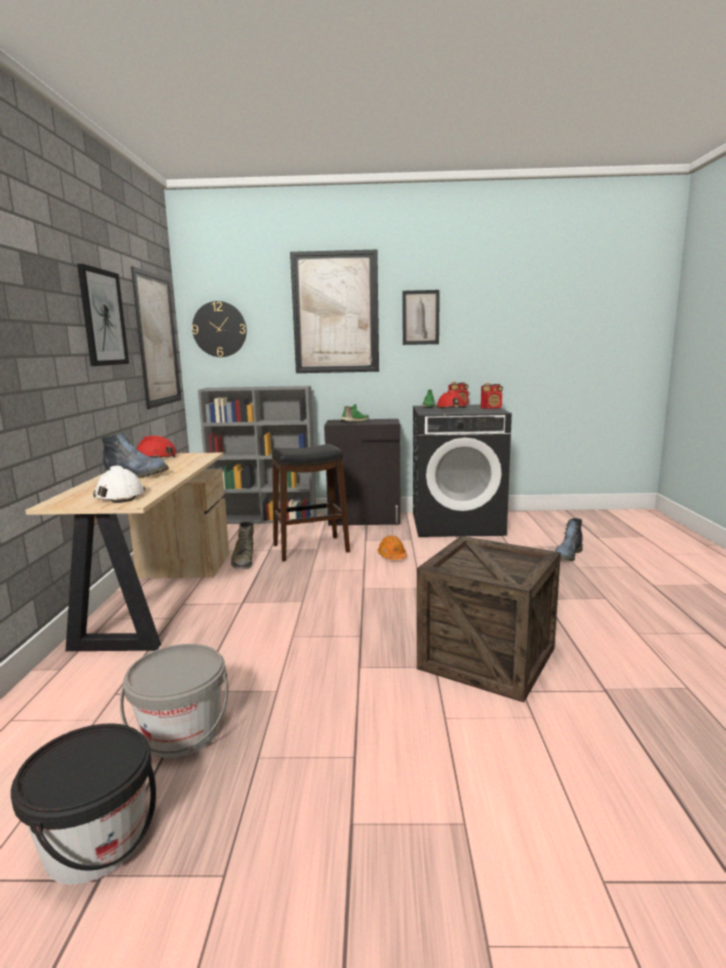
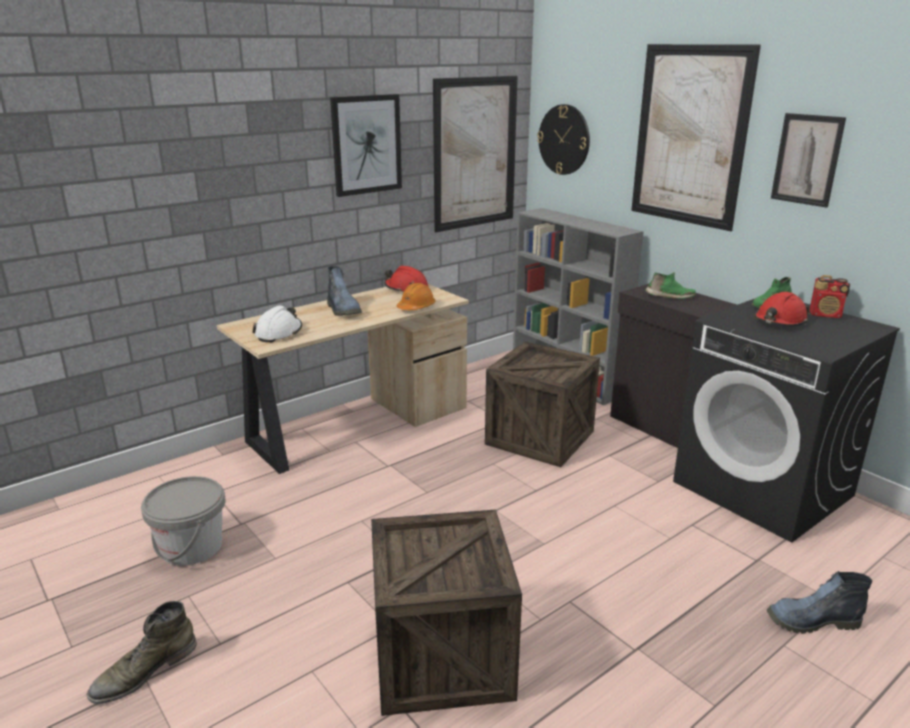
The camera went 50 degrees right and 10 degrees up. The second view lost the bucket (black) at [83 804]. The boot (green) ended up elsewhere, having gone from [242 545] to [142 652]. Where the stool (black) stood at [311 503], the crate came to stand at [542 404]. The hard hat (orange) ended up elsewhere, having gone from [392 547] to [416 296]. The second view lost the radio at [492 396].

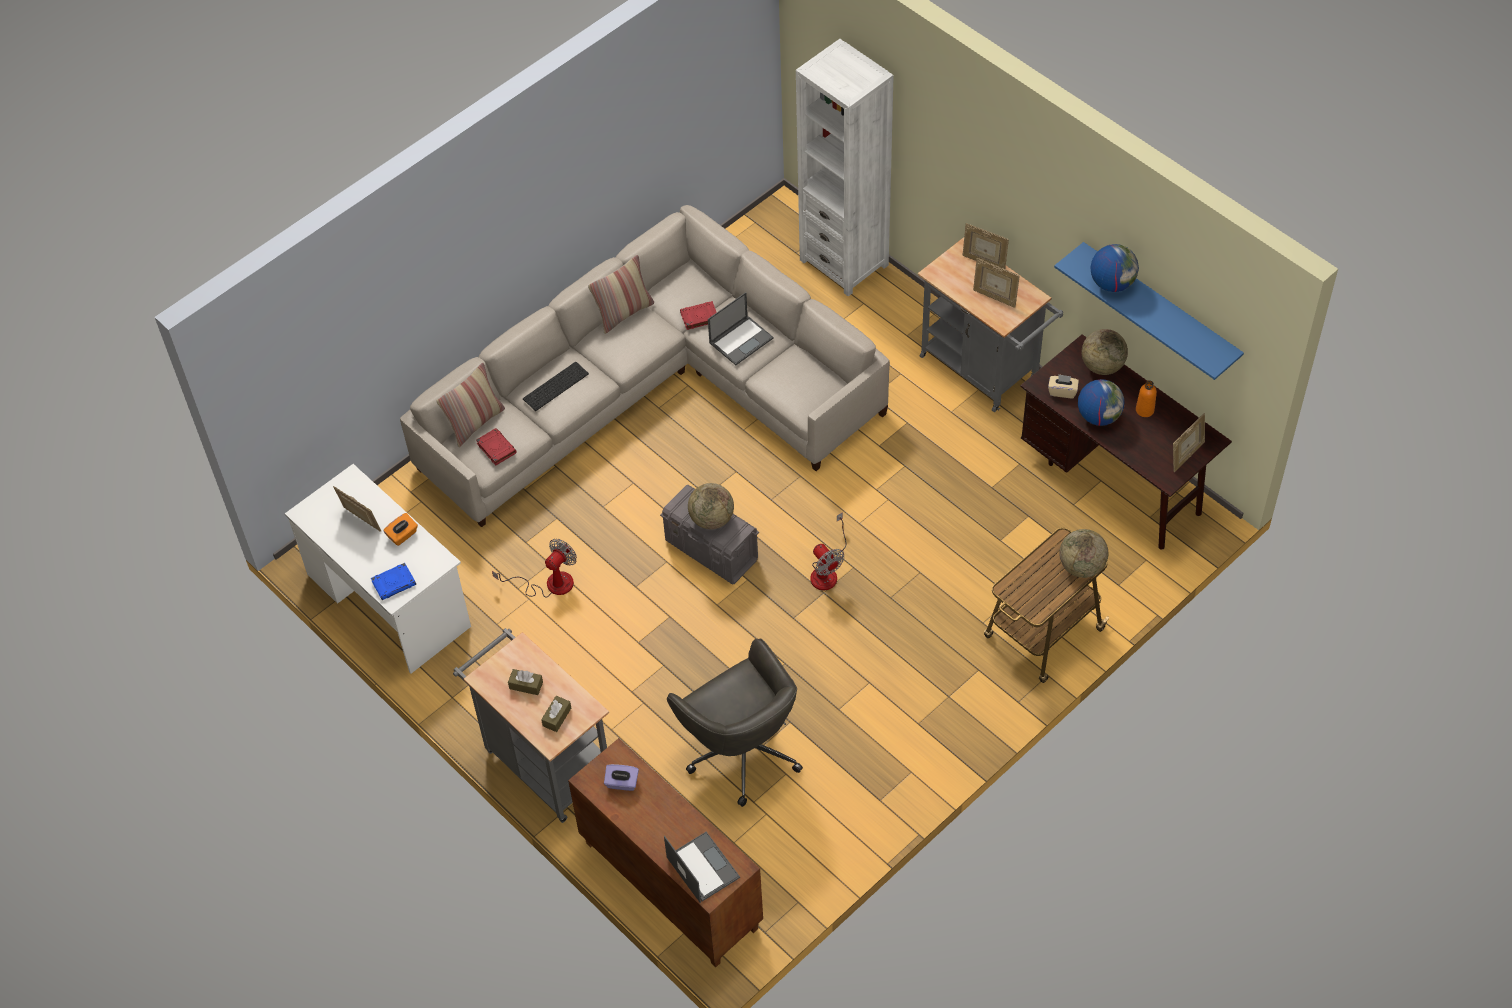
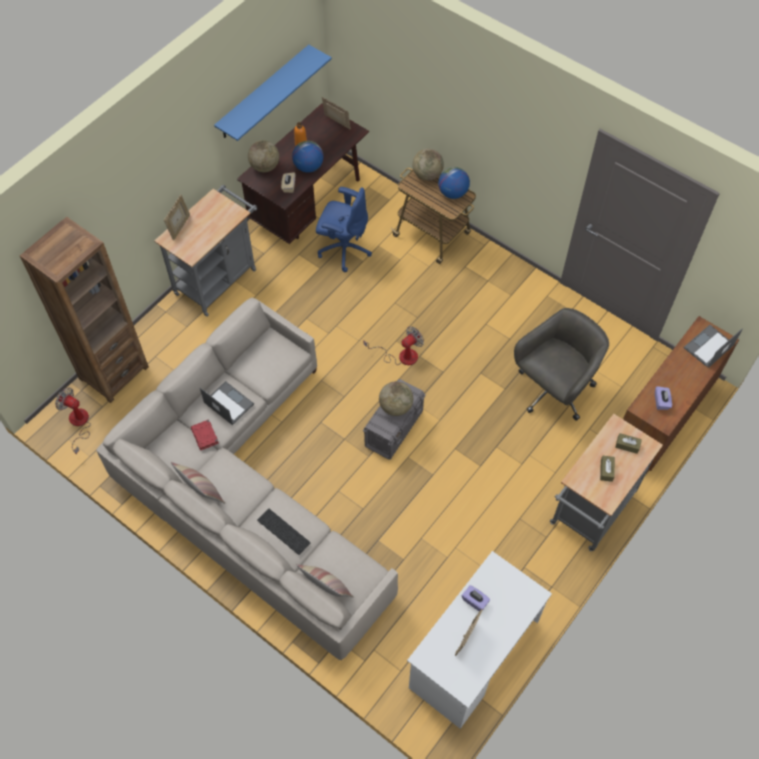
The camera went 100 degrees left and 5 degrees up. The second view lost the book (blue) at [393 581]. What was the tissue box (orange) at [400 529] turned into the tissue box (purple) at [476 598]. The second view lost the book (red) at [496 446]. The fan ended up elsewhere, having gone from [534 568] to [73 421]. What was the bookcase (white) at [845 168] turned into the bookcase (brown) at [84 310]. The second view lost the picture frame at [996 283]. The globe ended up elsewhere, having gone from [1114 268] to [454 183]. The second view gained the office chair (blue) at [344 229].

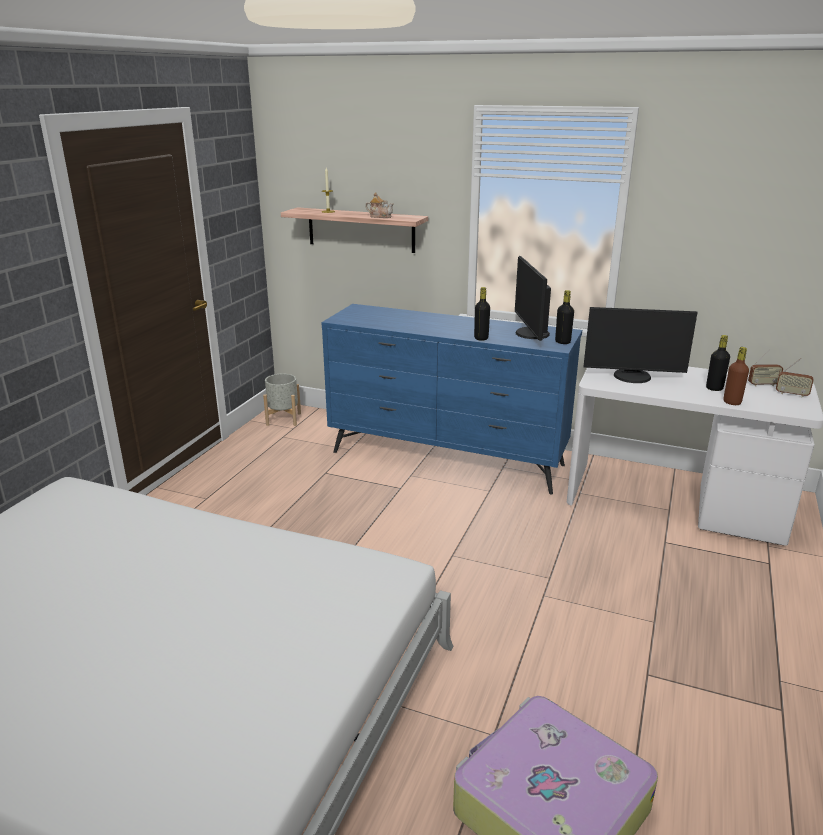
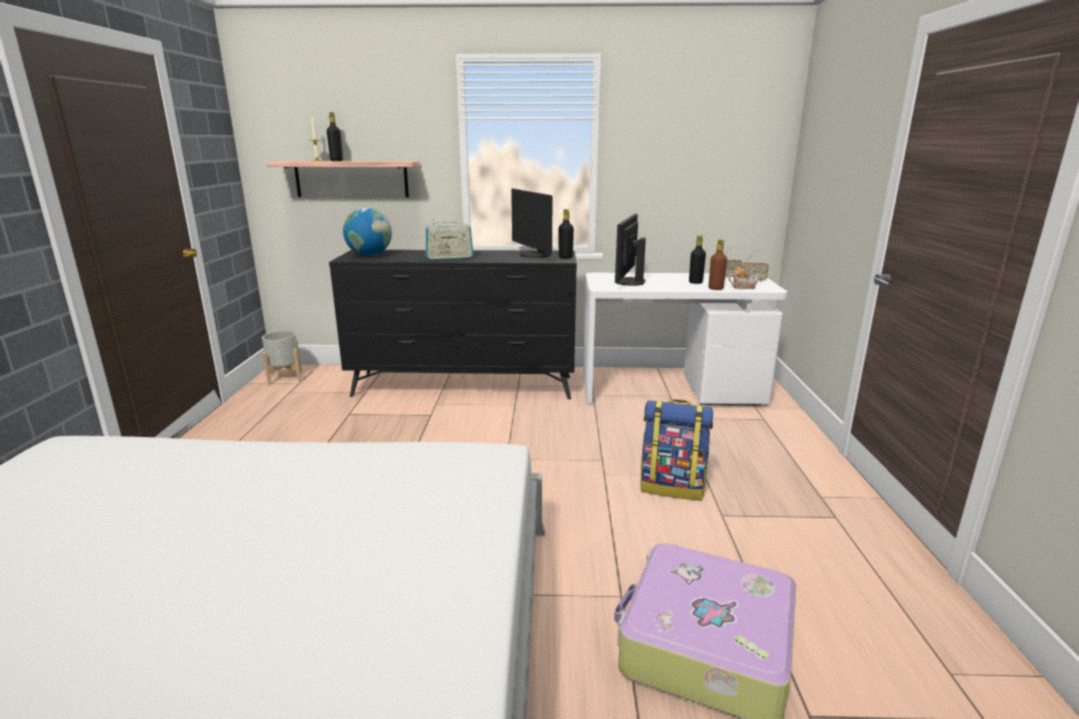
The camera went 20 degrees left and 5 degrees down. What was the dresser (blue) at [451 399] turned into the dresser (black) at [453 324]. The teapot ended up elsewhere, having gone from [379 205] to [744 276]. The bottle (black) ended up elsewhere, having gone from [482 314] to [335 136]. The monitor at [640 345] ended up facing another way, 120 degrees clockwise from before. The second view gained the globe at [367 232]. The second view gained the radio at [449 239]. The second view gained the backpack at [677 449].

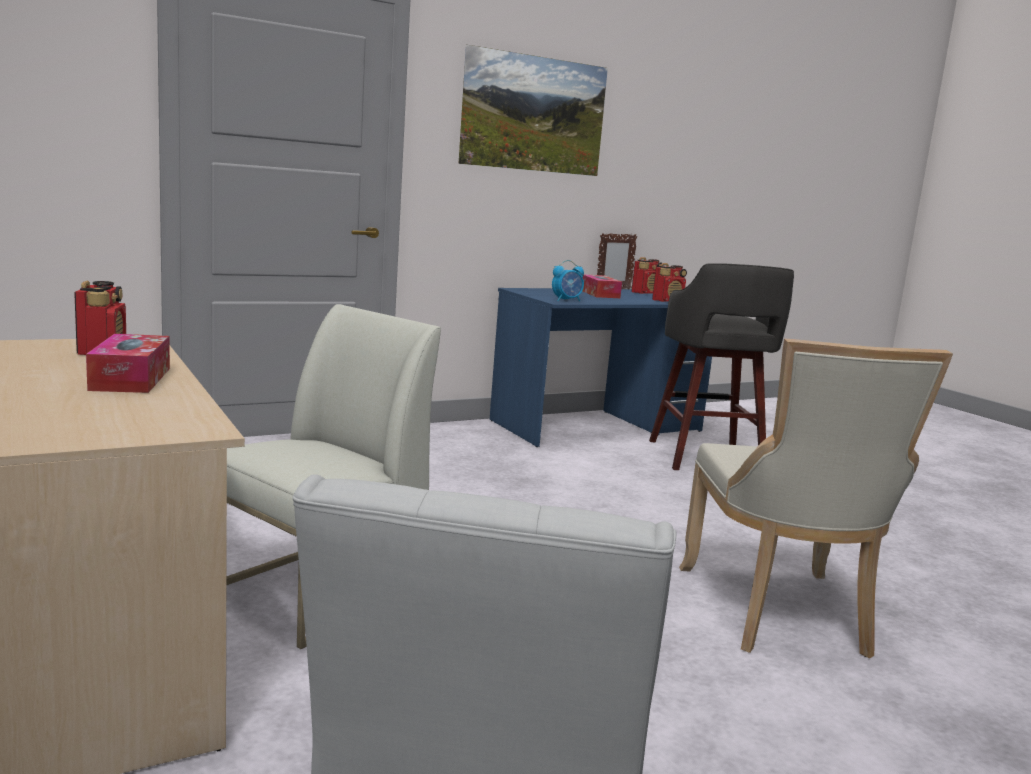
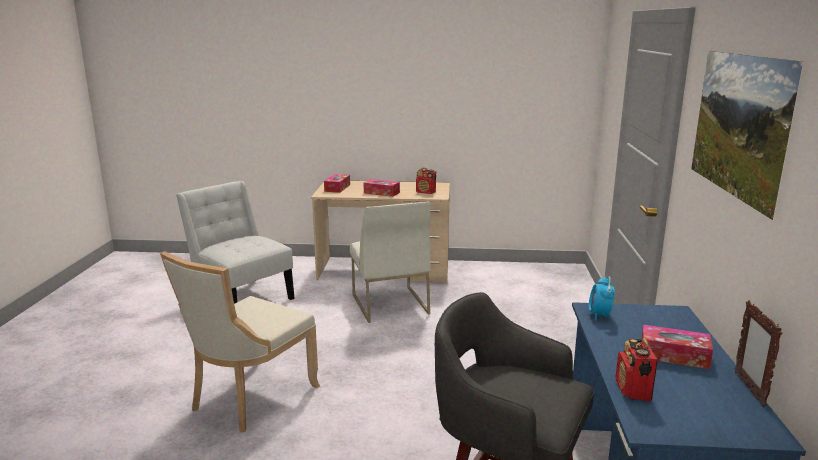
The camera went 125 degrees right and 5 degrees up. The second view lost the radio at [647 275]. The chair (beige) at [816 498] ended up facing another way, 90 degrees counterclockwise from before. The second view gained the tissue box at [337 183].

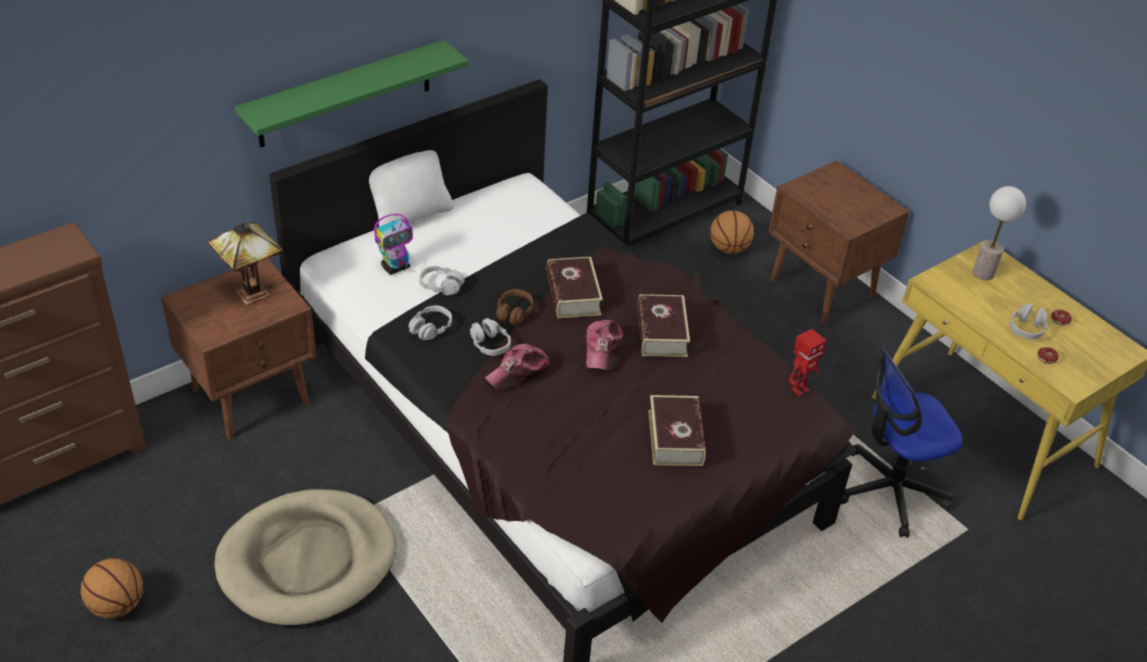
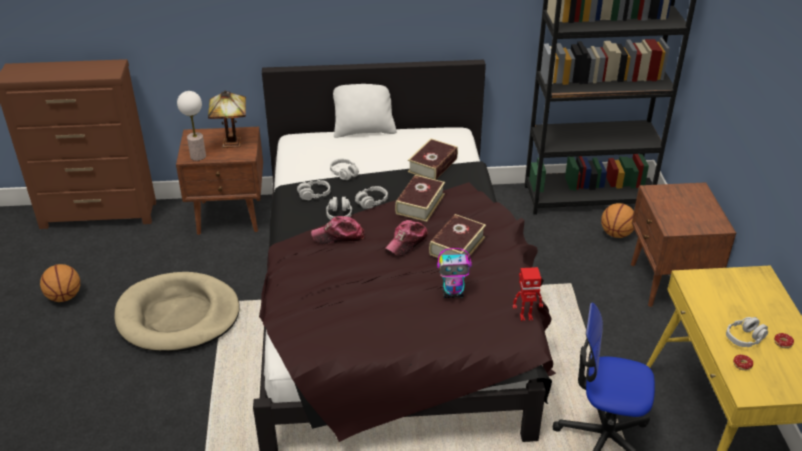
The camera went 35 degrees right and 5 degrees down. The second view lost the shelf (green) at [351 93]. The toy robot ended up elsewhere, having gone from [393 244] to [454 273]. What was the headphones (brown) at [514 307] turned into the headphones (grey) at [371 197]. The book ended up elsewhere, having gone from [677 430] to [433 159]. The table lamp ended up elsewhere, having gone from [999 233] to [191 126].

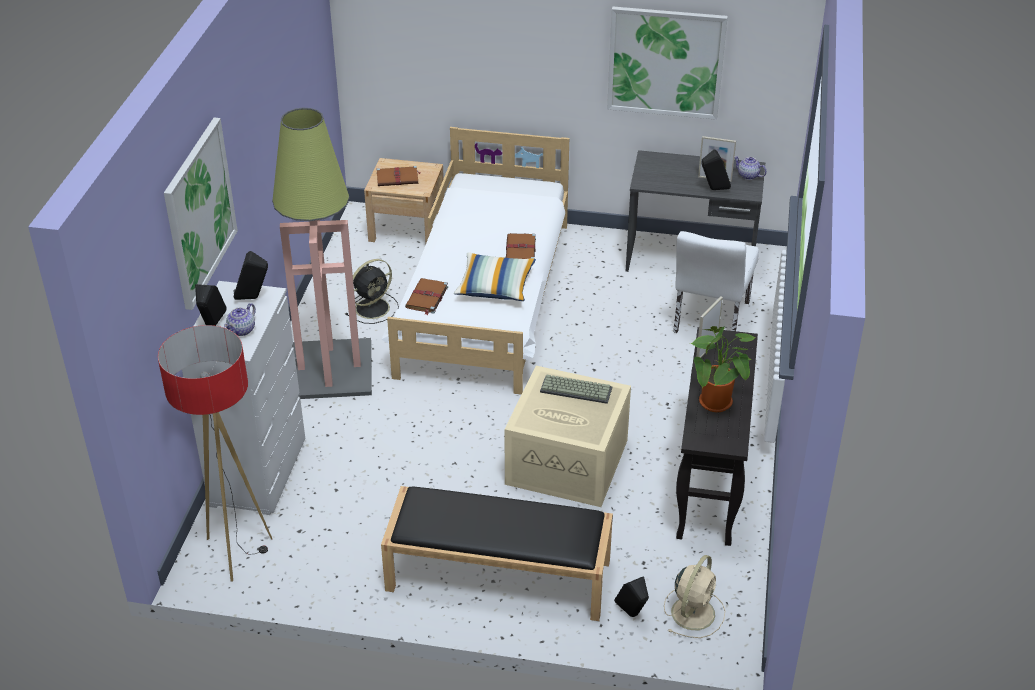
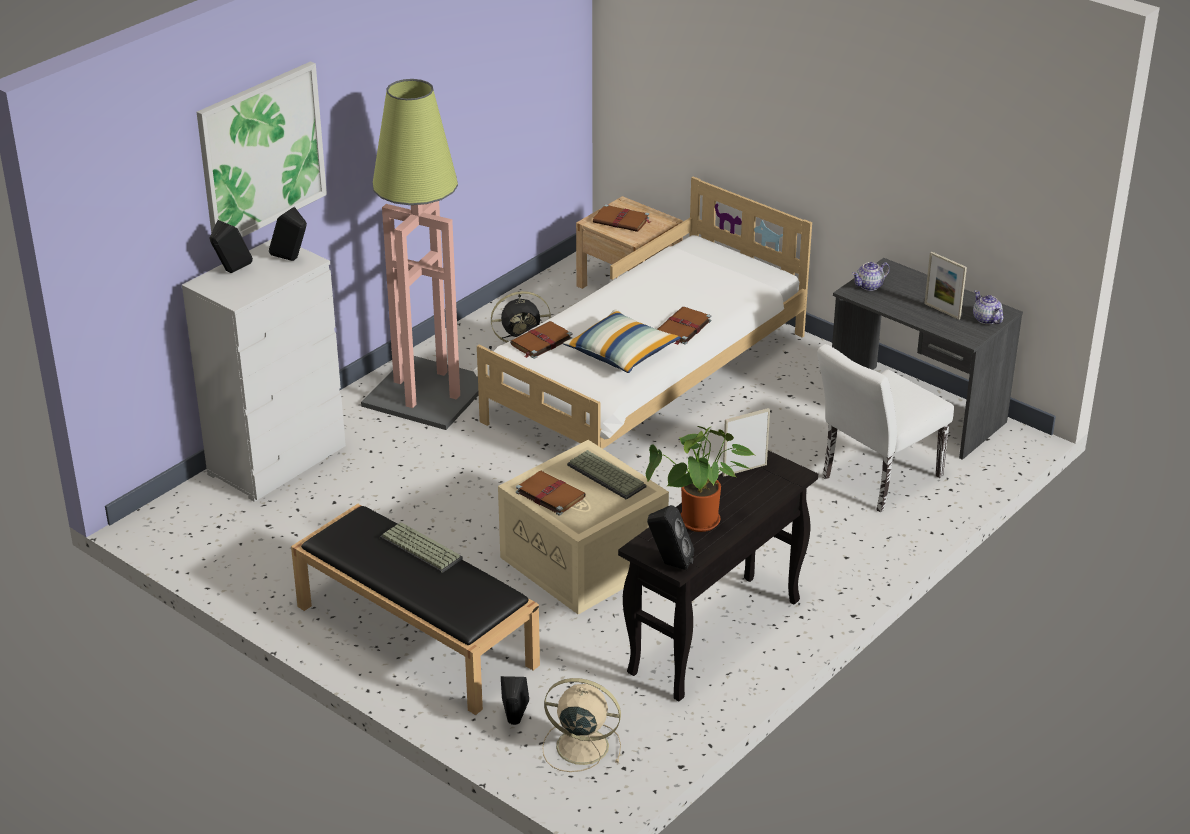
The camera went 30 degrees right and 5 degrees down. The second view lost the floor lamp at [215 453]. The teapot ended up elsewhere, having gone from [240 319] to [871 276]. The second view lost the picture at [667 63]. The fan (beige) at [694 596] ended up facing another way, 135 degrees counterclockwise from before. The speaker (black) ended up elsewhere, having gone from [716 169] to [670 537]. The second view gained the keyboard at [421 547]. The second view gained the book (brown) at [551 493].

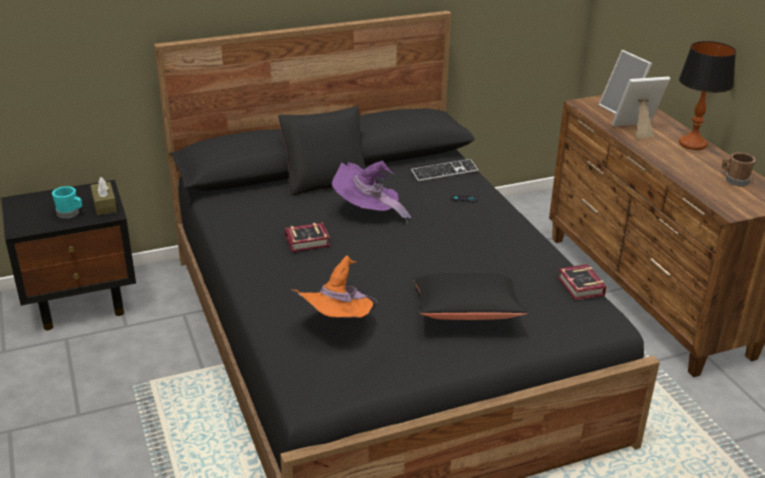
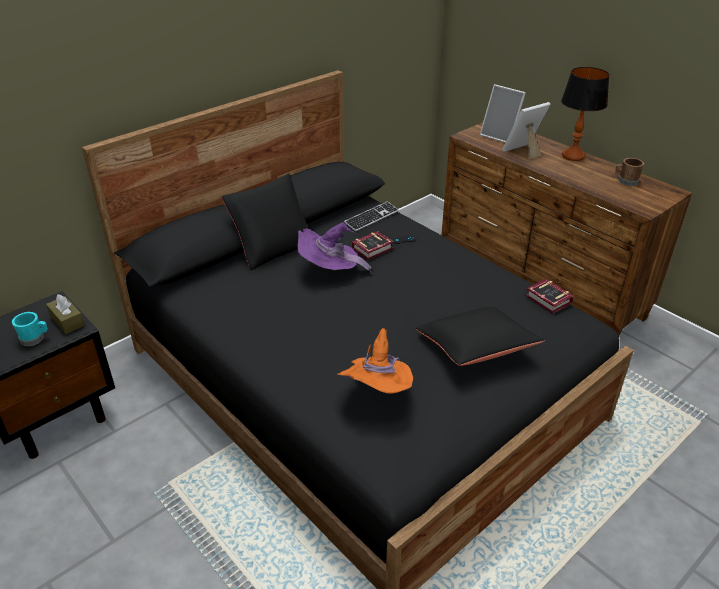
The camera went 20 degrees left and 5 degrees up. The book ended up elsewhere, having gone from [307 237] to [373 245].

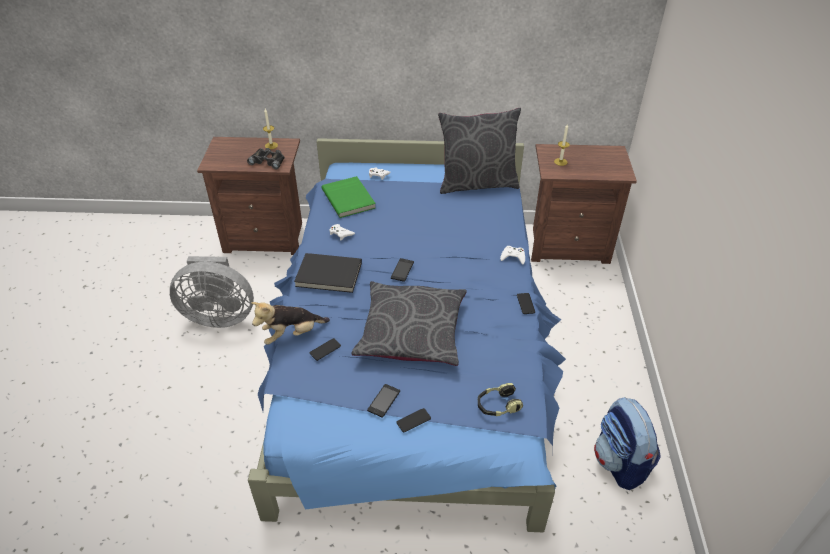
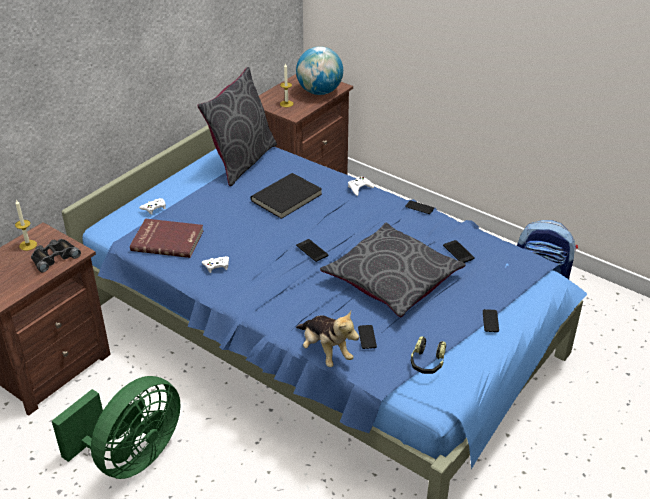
The camera went 55 degrees left and 5 degrees down. What was the fan (grey) at [212 292] turned into the fan (green) at [116 427]. The plush toy at [290 323] ended up facing another way, 45 degrees counterclockwise from before. The book (black) ended up elsewhere, having gone from [328 273] to [286 196]. What was the book (green) at [349 197] turned into the book (red) at [167 238]. The phone ended up elsewhere, having gone from [383 401] to [459 251]. The headphones ended up elsewhere, having gone from [500 399] to [428 355]. The second view gained the globe at [319 70].

